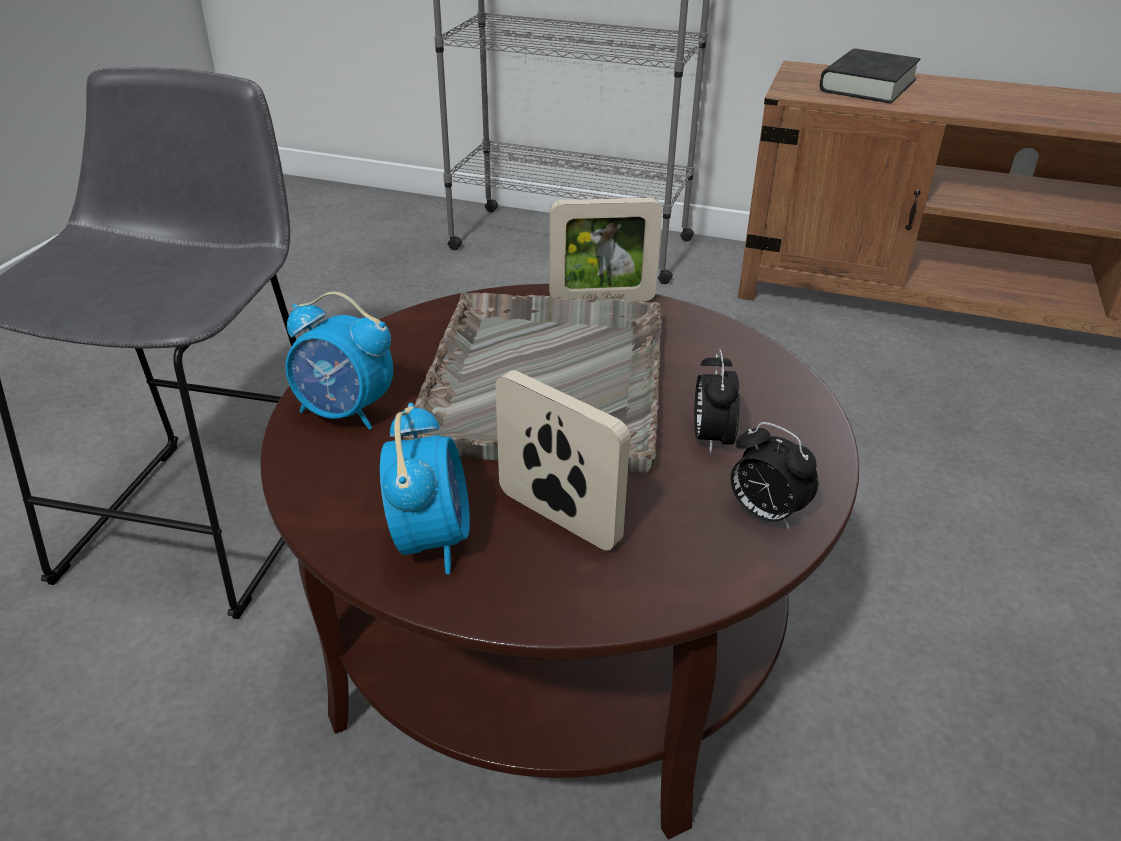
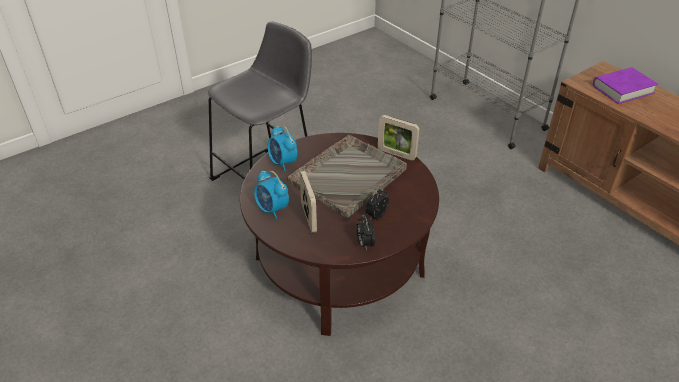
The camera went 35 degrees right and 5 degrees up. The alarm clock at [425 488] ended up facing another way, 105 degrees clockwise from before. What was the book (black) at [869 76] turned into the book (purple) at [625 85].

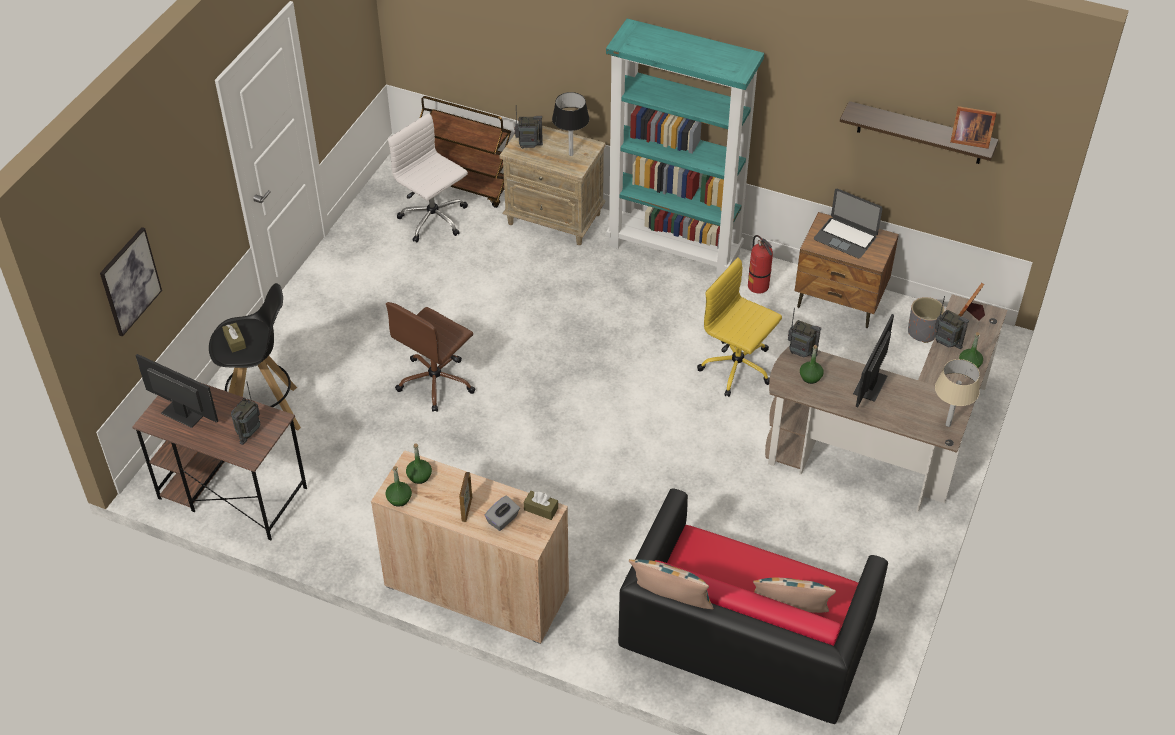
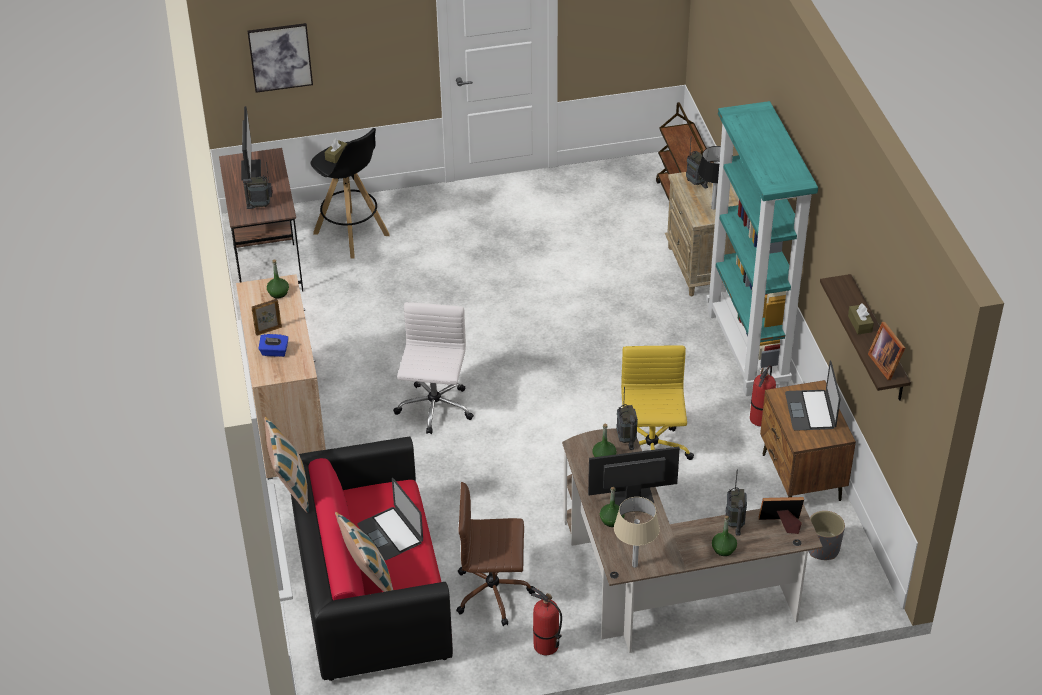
The camera went 55 degrees right and 5 degrees down. The office chair (brown) ended up elsewhere, having gone from [430 357] to [495 554]. The bottle (green) ended up elsewhere, having gone from [399 486] to [612 507]. The office chair (white) ended up elsewhere, having gone from [428 177] to [433 368]. What was the tissue box (grey) at [502 513] turned into the tissue box (blue) at [273 345]. The tissue box (brown) ended up elsewhere, having gone from [541 505] to [861 318]. The second view gained the laptop at [390 519]. The second view gained the fire extinguisher at [546 621].

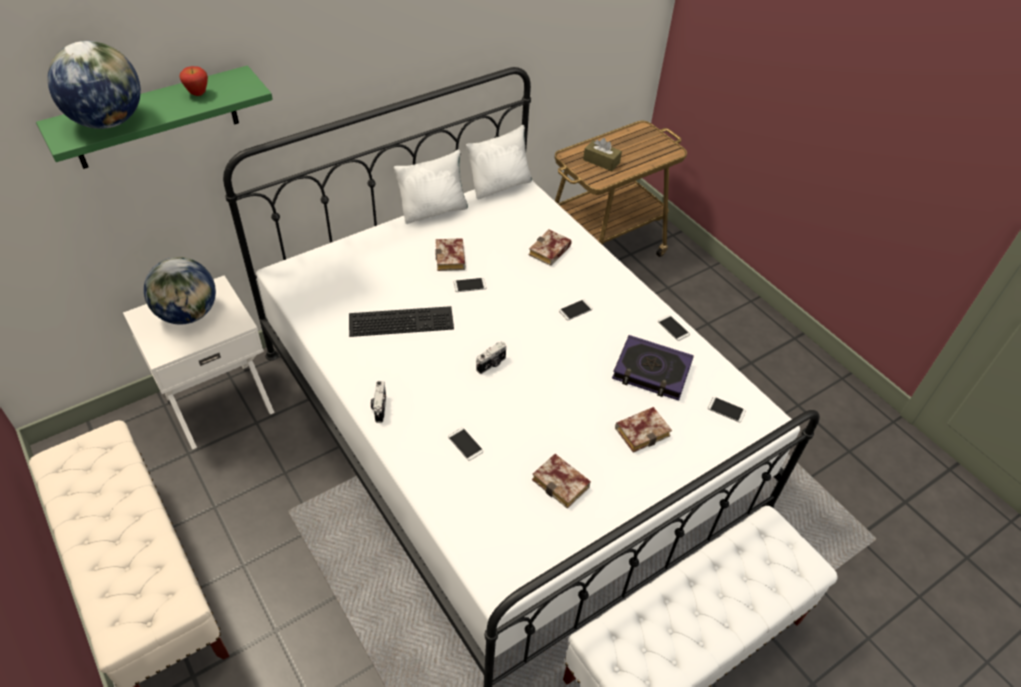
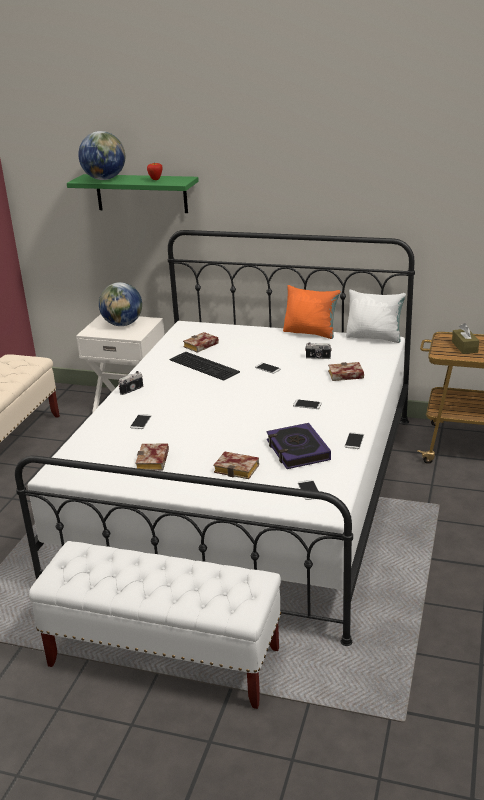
The camera went 55 degrees right and 20 degrees down. What was the pillow (white) at [431 186] turned into the pillow (orange) at [311 312]. The book ended up elsewhere, having gone from [450 254] to [201 342]. The photo camera ended up elsewhere, having gone from [491 358] to [318 350].

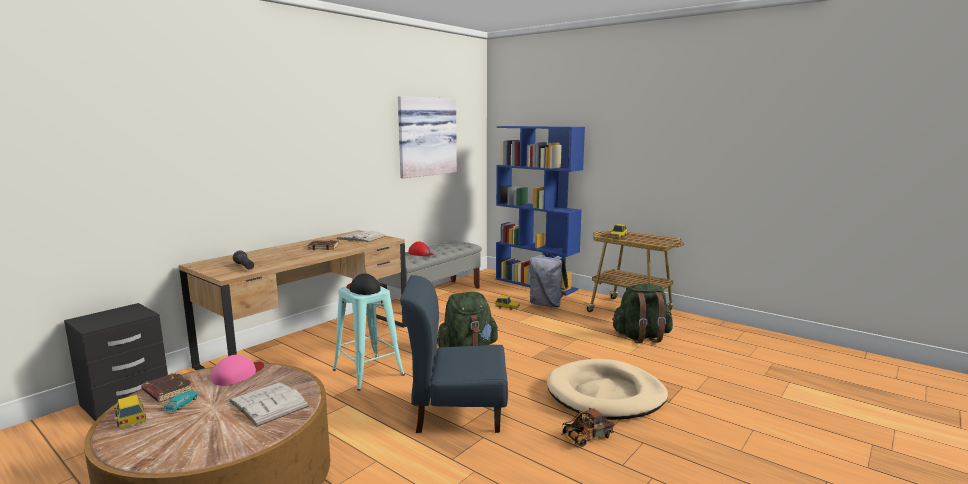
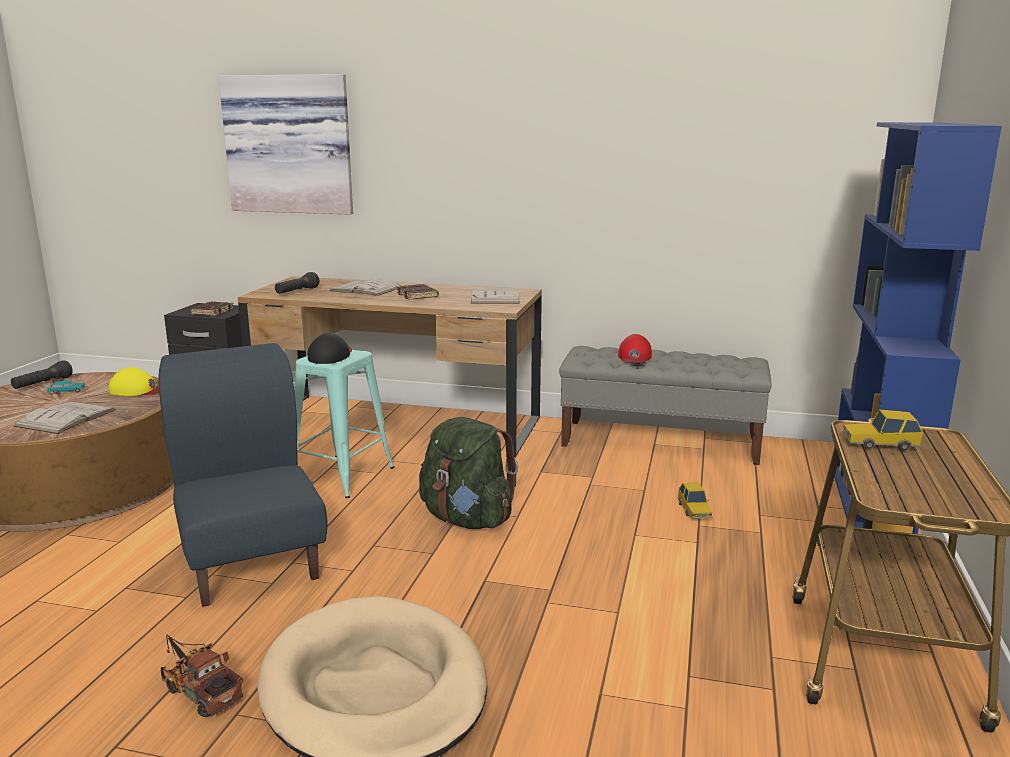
The camera went 65 degrees right and 5 degrees up. Where the toy car stood at [130 412], the flashlight (black) came to stand at [42 374]. The book (brown) ended up elsewhere, having gone from [167 387] to [212 309]. What was the cap (pink) at [238 370] turned into the cap (yellow) at [134 381]. The picture ended up elsewhere, having gone from [427 137] to [286 144]. The second view lost the backpack (grey) at [549 280]. The second view lost the backpack (green) at [642 313]. The second view gained the book (white) at [365 287].

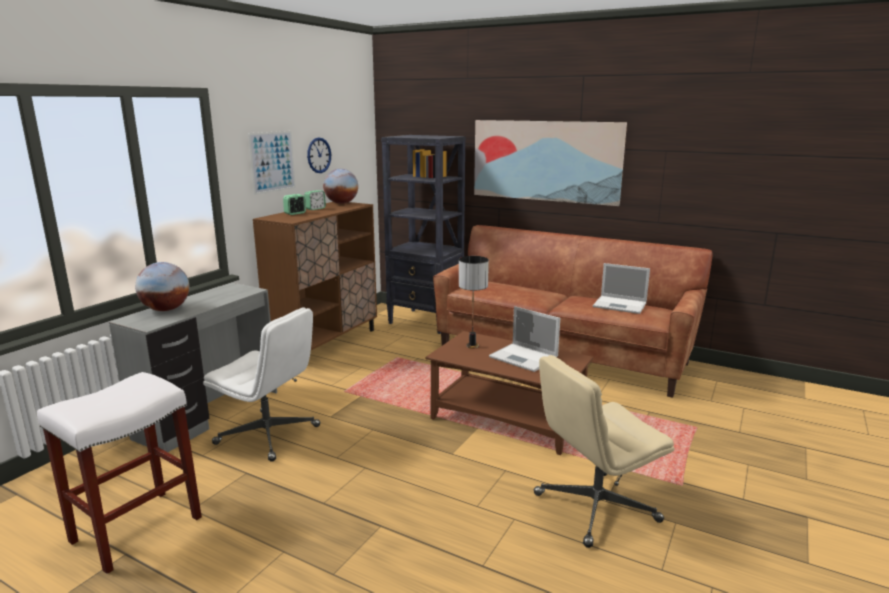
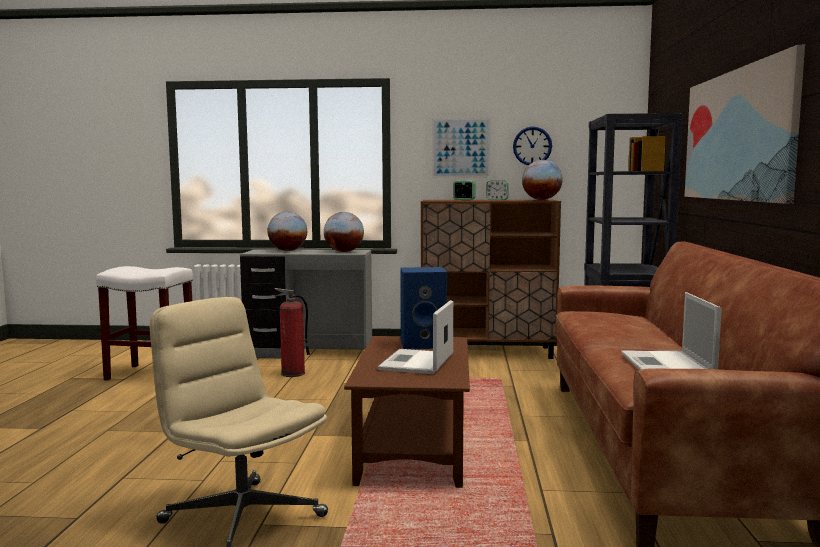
The camera went 65 degrees right and 10 degrees down. Where the office chair (white) stood at [261 384], the fire extinguisher came to stand at [292 332]. Where the table lamp stood at [474 302], the speaker (blue) came to stand at [423 308]. The second view gained the globe at [344 232].

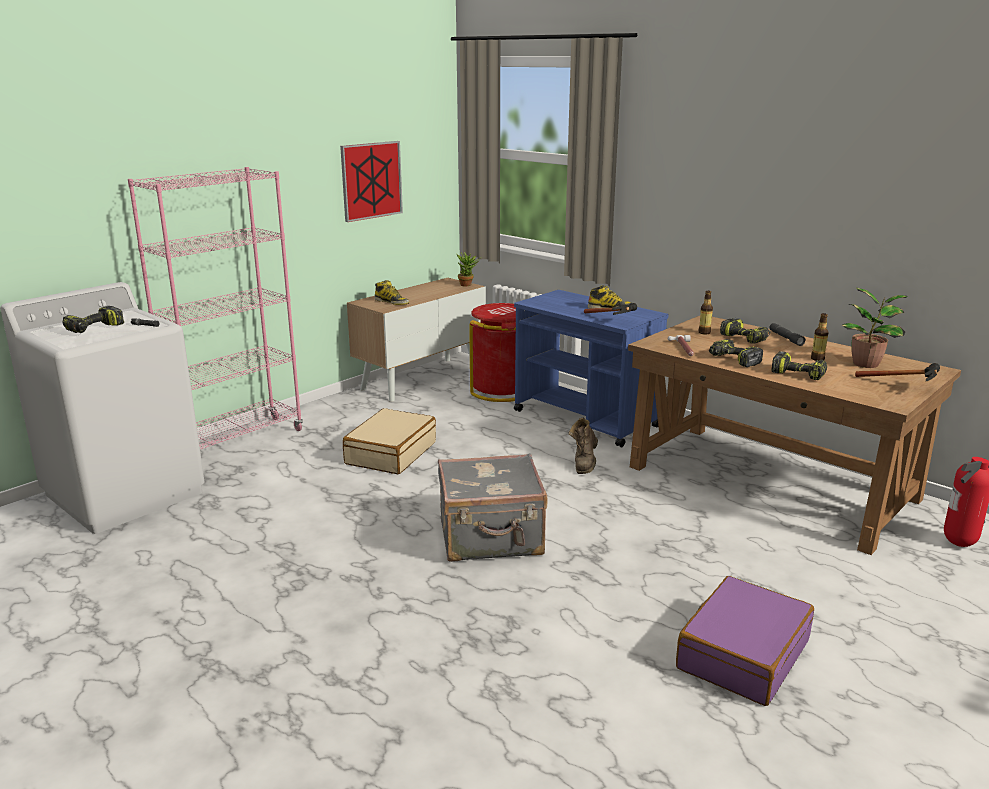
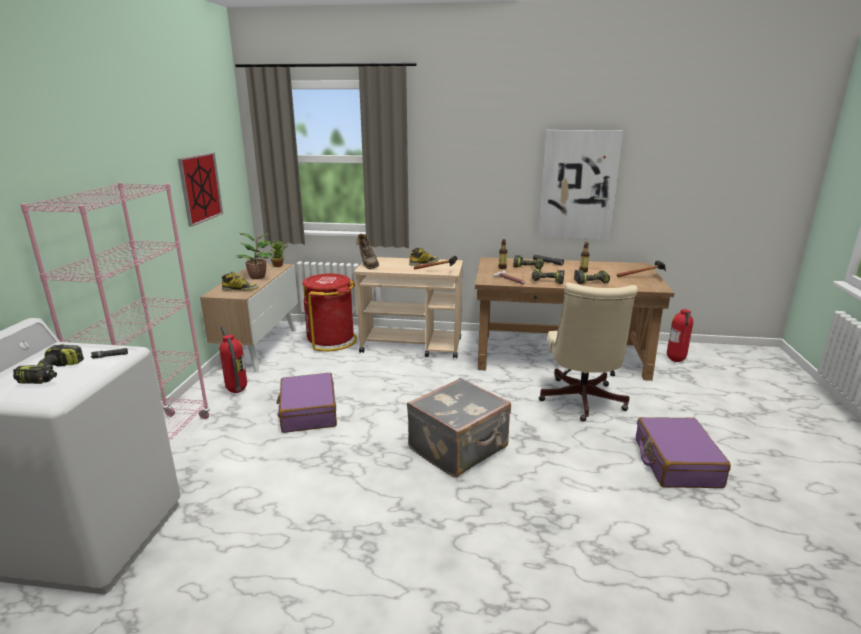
The camera went 35 degrees left and 0 degrees up. What was the suitcase (beige) at [389 441] turned into the suitcase (purple) at [307 403]. What was the cart (blue) at [591 368] turned into the cart (beige) at [408 308]. The boot (brown) ended up elsewhere, having gone from [583 446] to [367 251]. The potted plant ended up elsewhere, having gone from [875 328] to [254 256]. The second view gained the fire extinguisher at [233 359]. The second view gained the picture at [580 185]. The second view gained the office chair (beige) at [588 352].

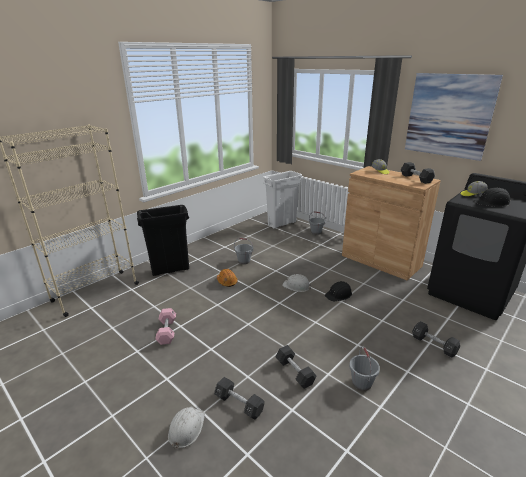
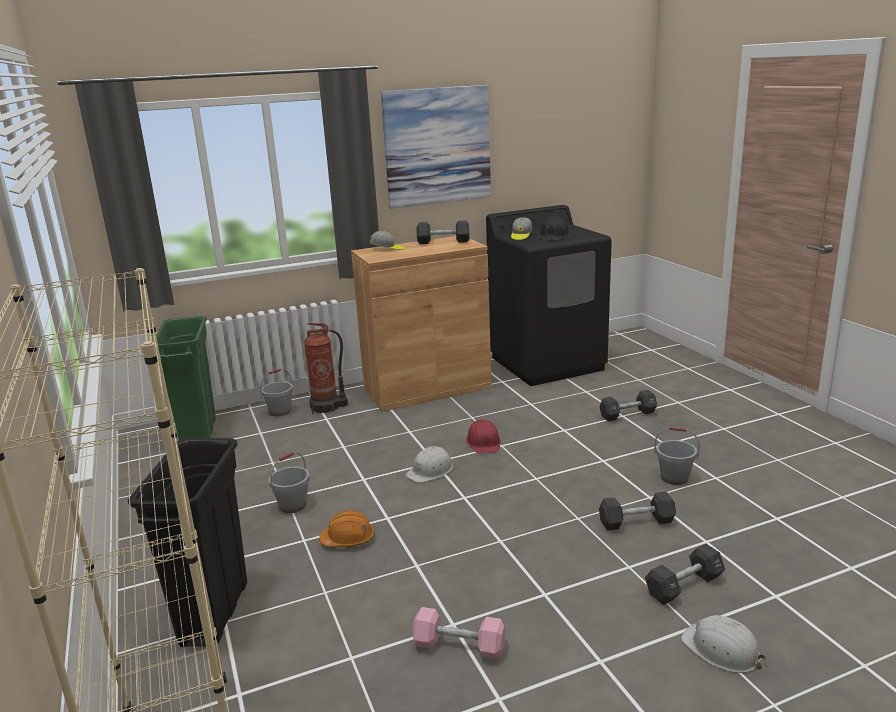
The camera went 65 degrees left and 5 degrees down. What was the trash can (white) at [282 199] turned into the trash can (green) at [186 378]. What was the hard hat (black) at [338 291] turned into the hard hat (red) at [483 436]. The second view gained the fire extinguisher at [326 368].

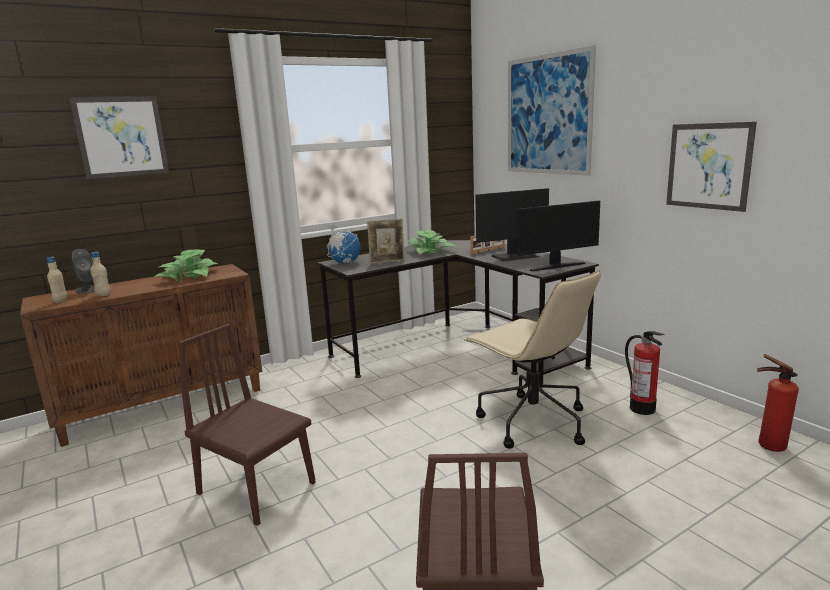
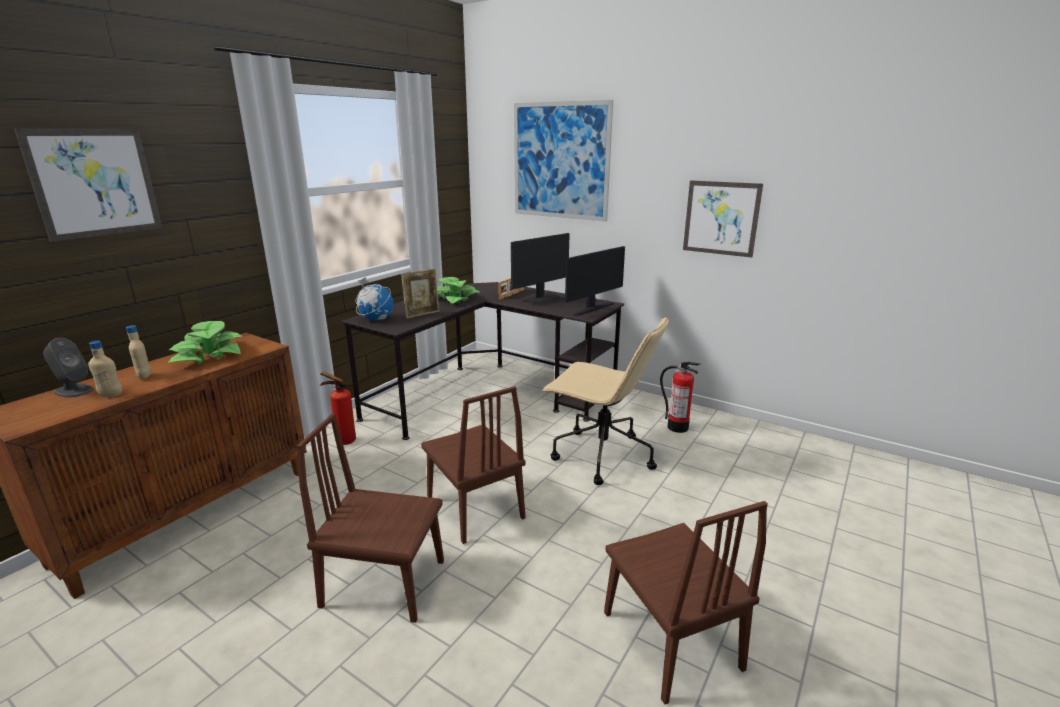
The camera went 25 degrees left and 5 degrees up. The bottle (beige) ended up elsewhere, having gone from [56 280] to [138 352]. The fire extinguisher ended up elsewhere, having gone from [778 403] to [338 408]. The second view gained the chair (brown) at [473 465].

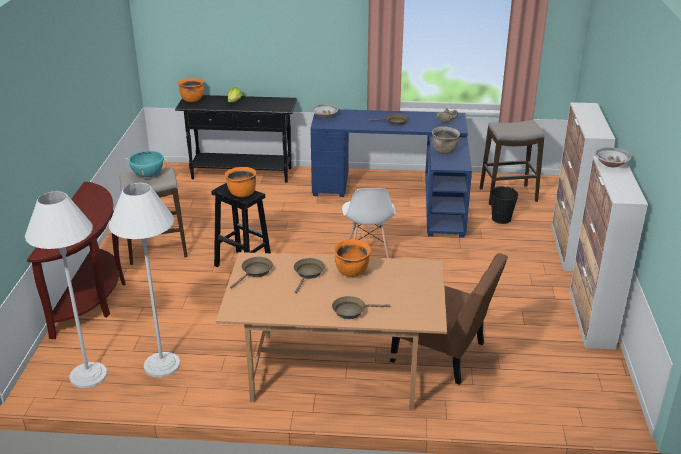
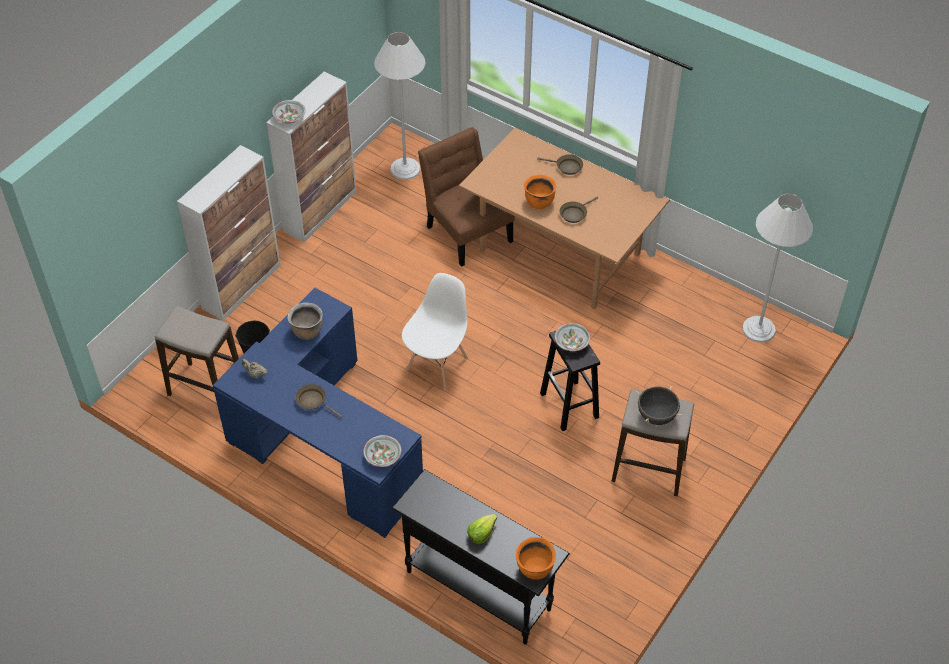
The camera went 150 degrees left and 20 degrees up. The second view lost the console table (brown) at [76 260]. The floor lamp (white) ended up elsewhere, having gone from [144 279] to [399 106]. What was the cooking pot (turquoise) at [146 163] turned into the cooking pot (black) at [659 405]. Where the cooking pot (orange) stood at [240 182], the bowl came to stand at [572 337]. The second view lost the frying pan (brown) at [251 273].

